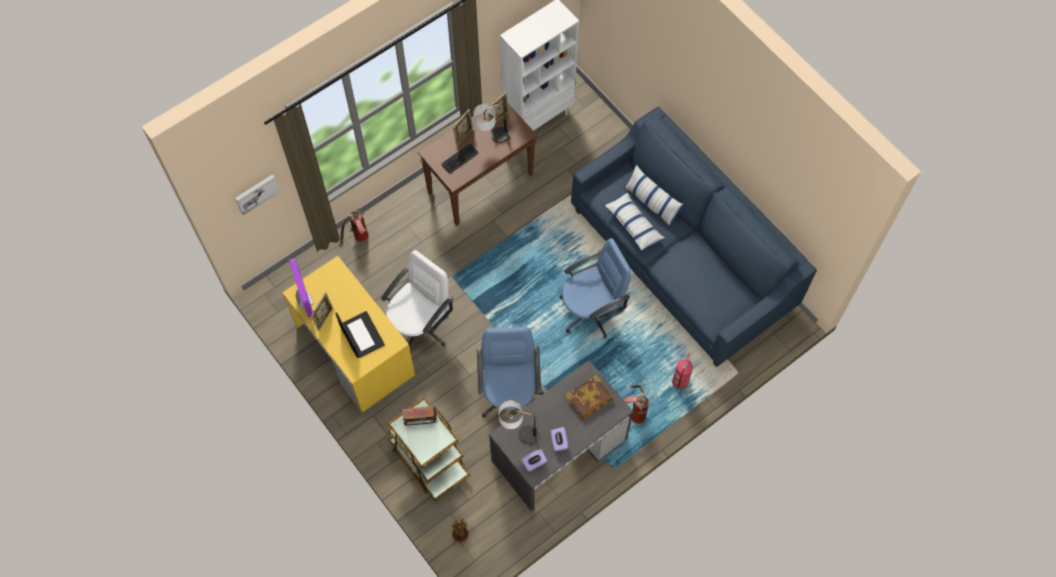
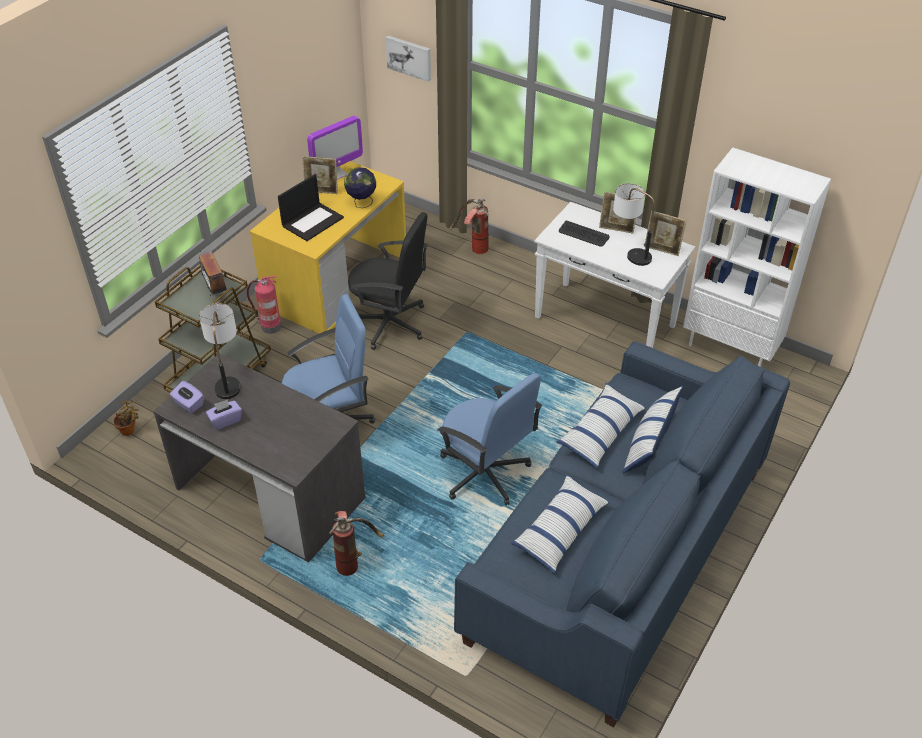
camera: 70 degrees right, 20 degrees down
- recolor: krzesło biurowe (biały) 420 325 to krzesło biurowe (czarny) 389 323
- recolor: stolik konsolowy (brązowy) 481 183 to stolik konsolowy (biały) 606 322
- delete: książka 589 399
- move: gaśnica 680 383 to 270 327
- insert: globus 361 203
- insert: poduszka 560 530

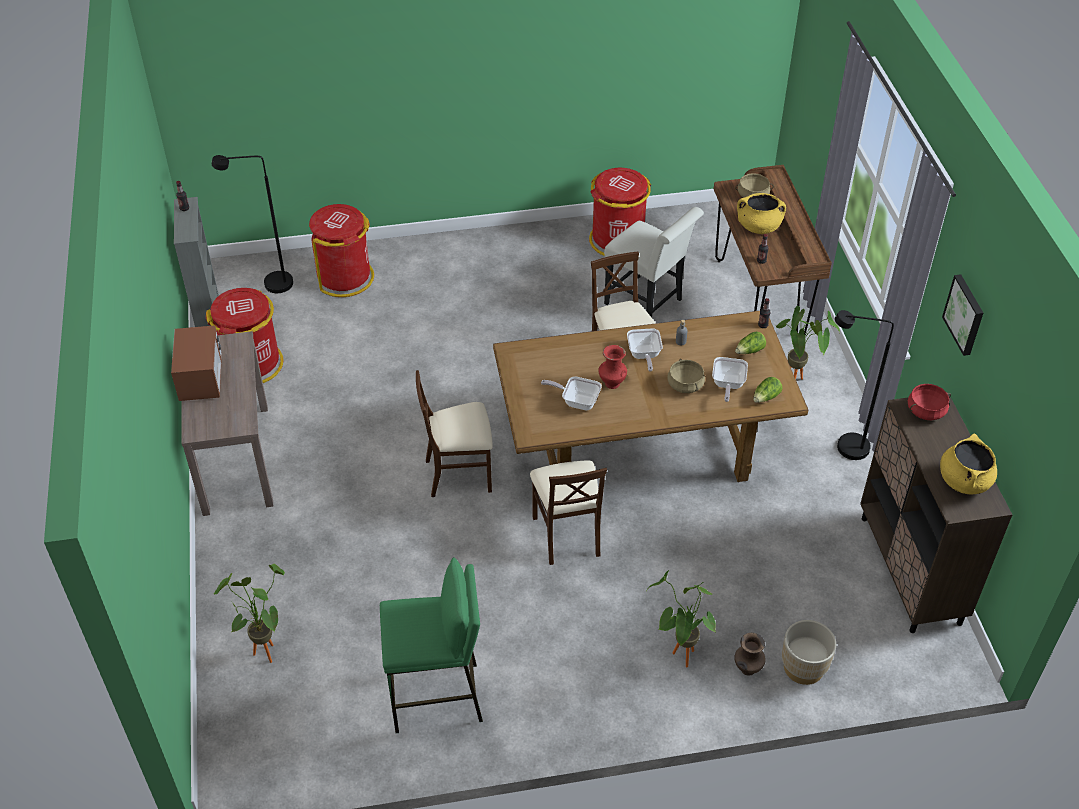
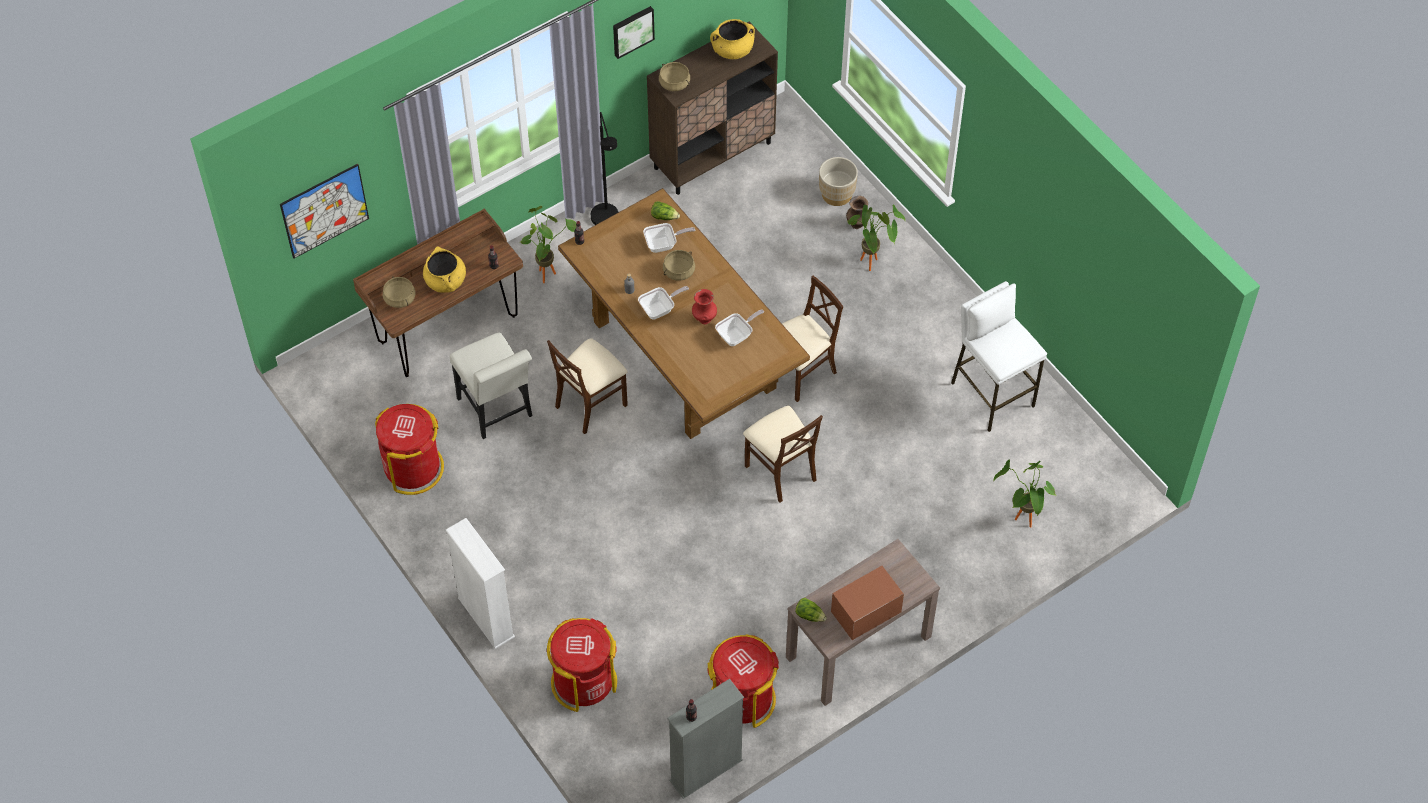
camera: 115 degrees left, 10 degrees up
- delete: lampa stojąca (czarny) 270 285
- recolor: stołek (zielony) 437 697 to stołek (biały) 992 394
- rotate: patelnia 577 401 = 737 335 120 degrees counterclockwise
- rotate: krzesło (biały) 648 304 = 497 411 135 degrees clockwise
- move: sałata 750 351 to 809 615
- recolor: garnek (czerwony) 926 411 to garnek (beżowy) 674 83
- insert: obraz 324 211
- insert: regał (biały) 486 618

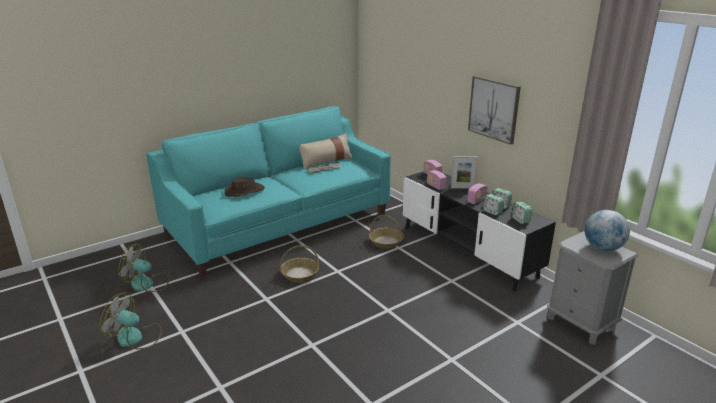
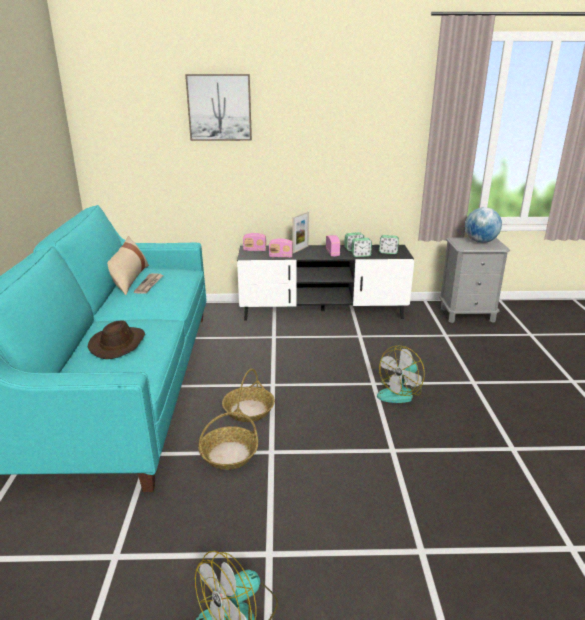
camera: 55 degrees left, 0 degrees up
- move: wentylator 147 284 to 400 392
- move: koszyk 386 242 to 229 454
- move: obraz 494 109 to 219 107

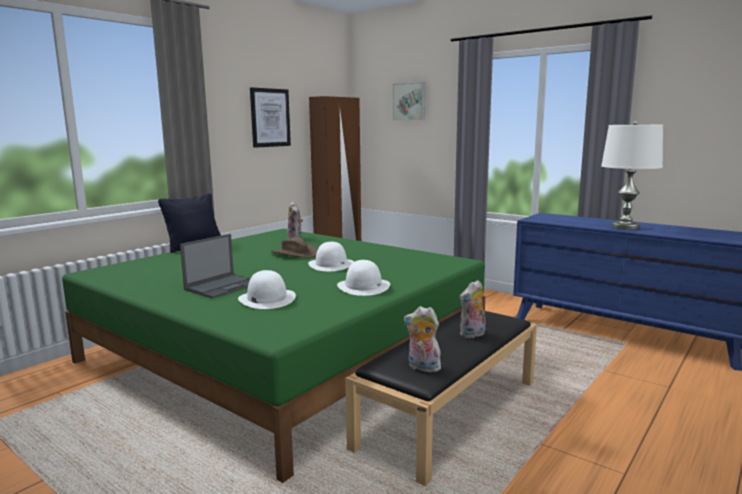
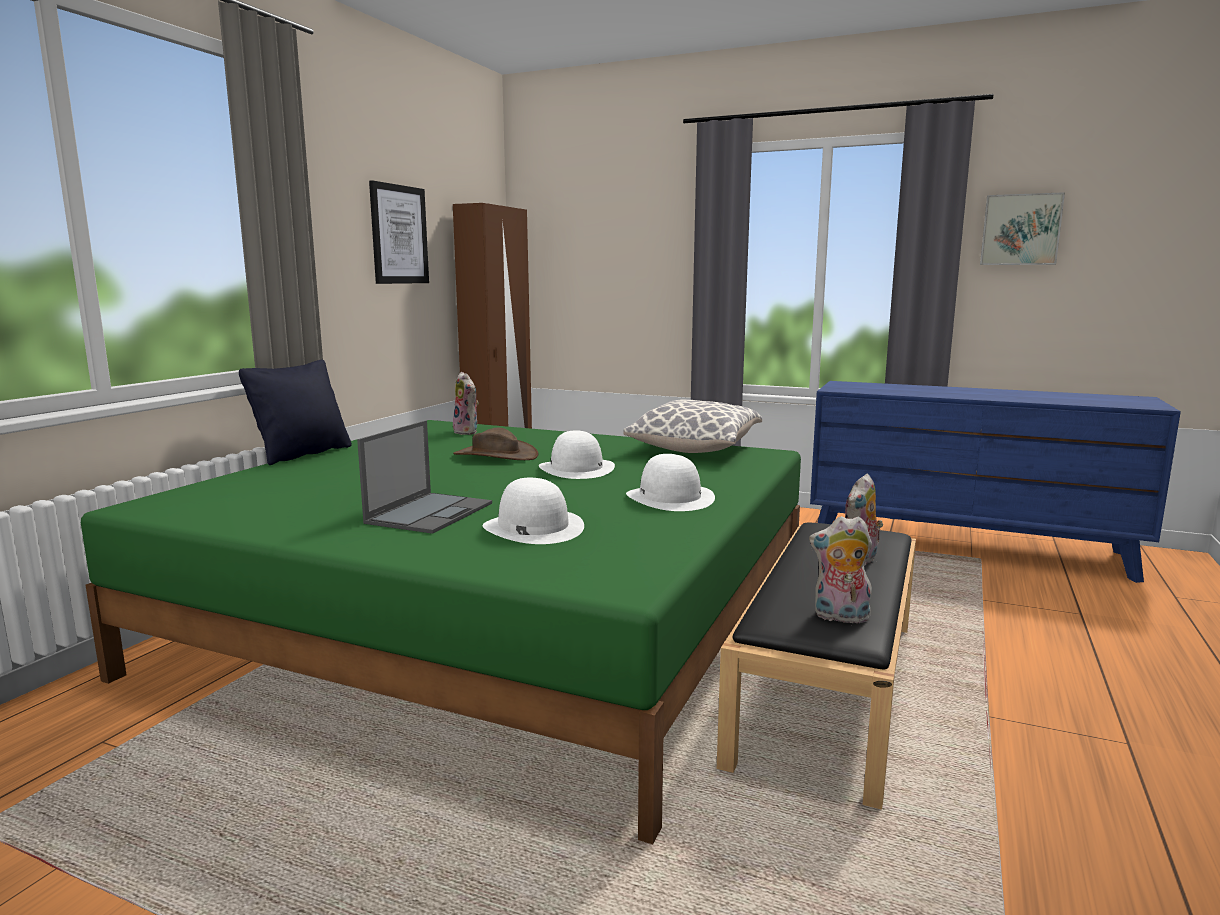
camera: 15 degrees left, 0 degrees up
- move: obraz 409 101 to 1020 230
- delete: lampa stołowa (biały) 625 227
- insert: poduszka 694 449

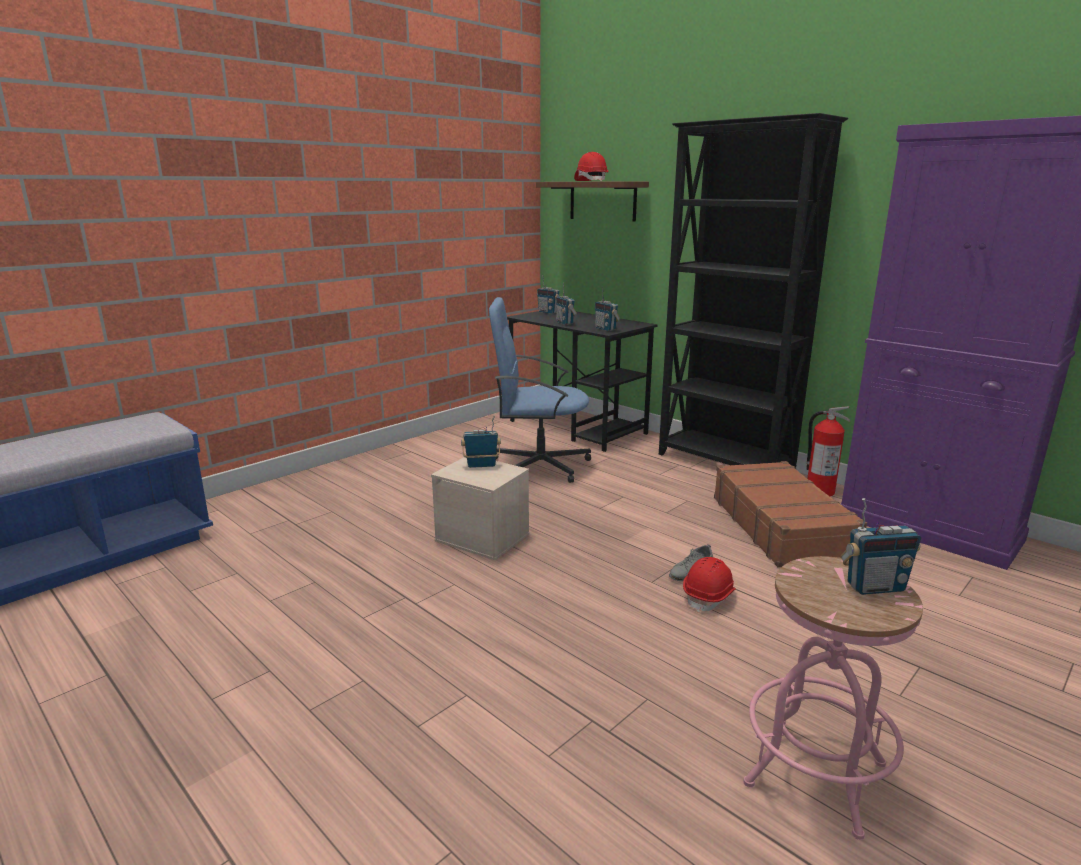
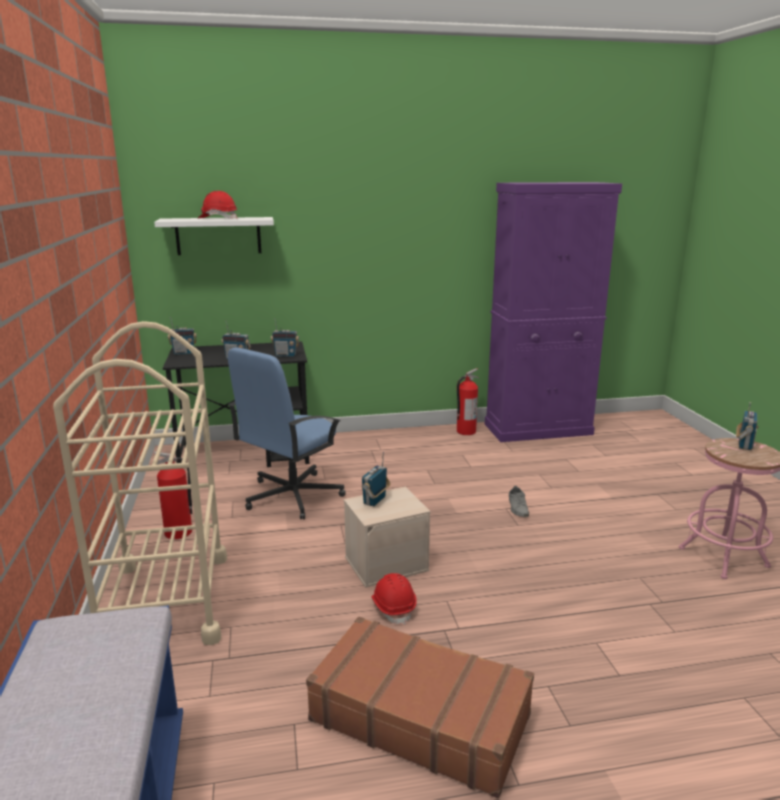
camera: 55 degrees left, 0 degrees up
- recolor: półka (brązowy) 602 201 to półka (biały) 218 236
- delete: regał (czarny) 724 464
- move: kask (czerwony) 709 596 to 393 607
- move: walizka (brązowy) 781 527 to 420 716
- insert: wózek (beżowy) 166 602
- insert: gaśnica 179 533

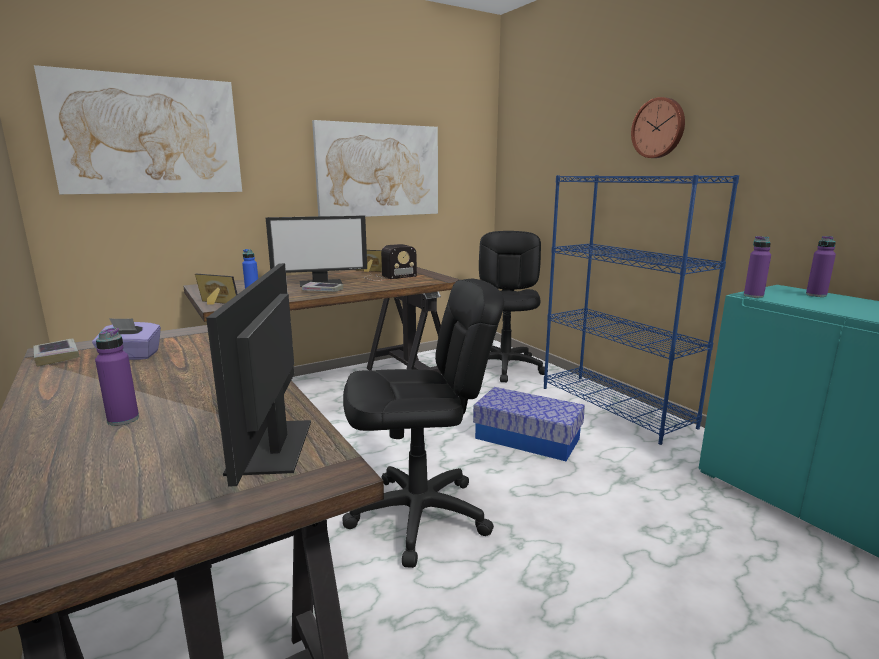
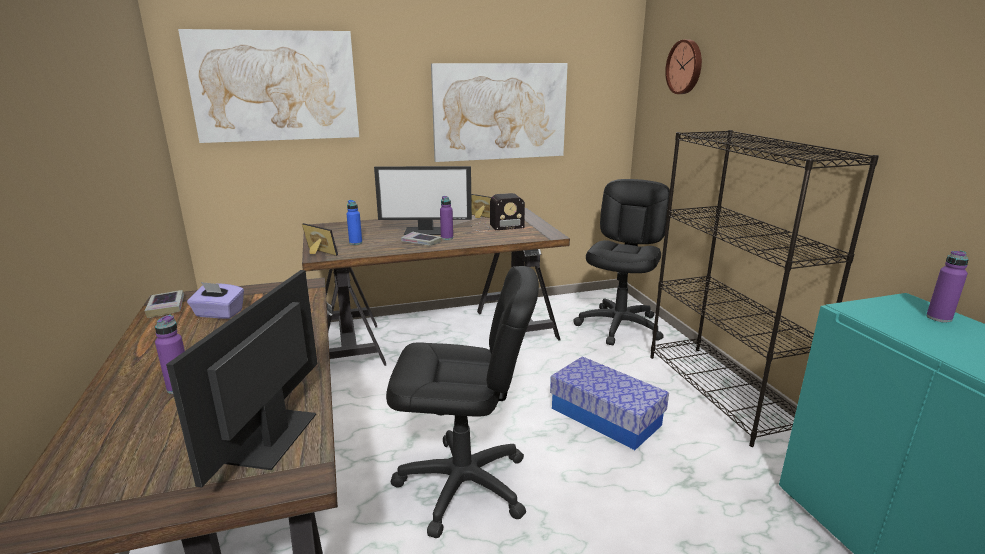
camera: 15 degrees right, 5 degrees up
- recolor: regał (niebieski) 616 407 to regał (czarny) 722 392
- move: zegar ścienny 659 128 to 685 67
- move: butelka (fioletowy) 753 296 to 447 238

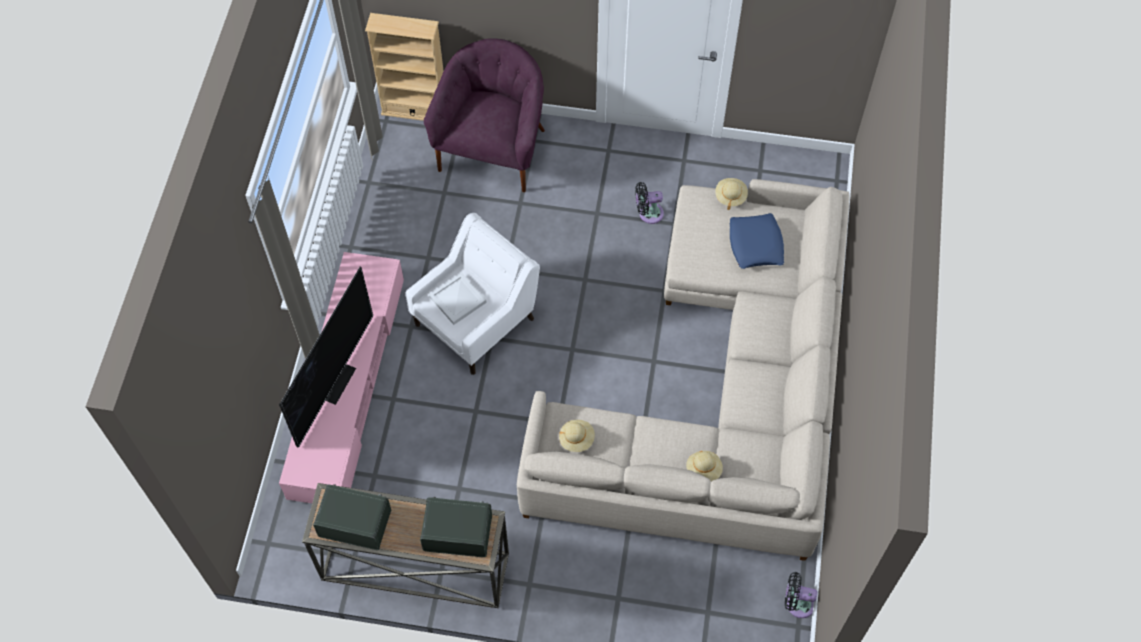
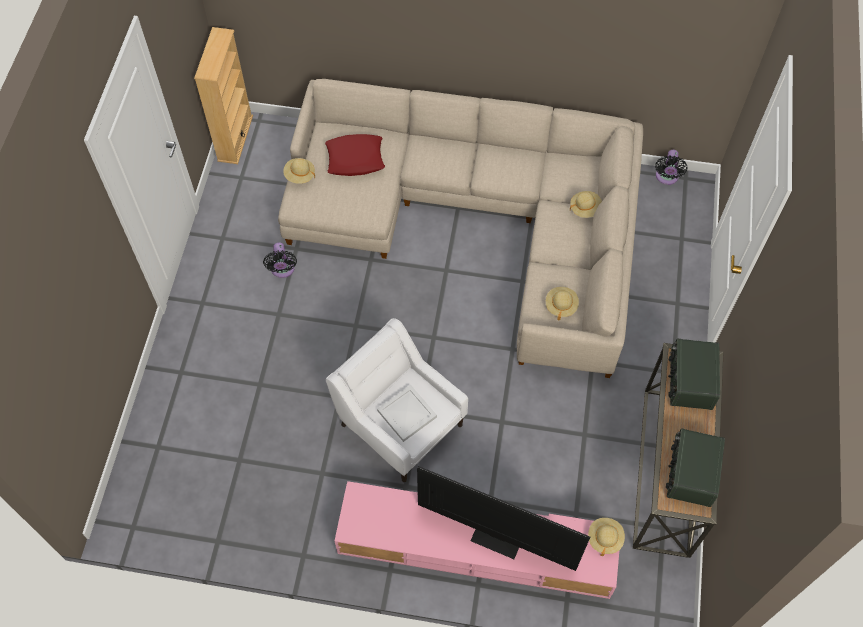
camera: 90 degrees left, 0 degrees up
- move: regał (beżowy) 415 110 to 235 138
- delete: fotel (fioletowy) 493 149
- recolor: poduszka (niebieski) 756 245 to poduszka (czerwony) 355 158
- insert: kapelusz (beżowy) 604 538

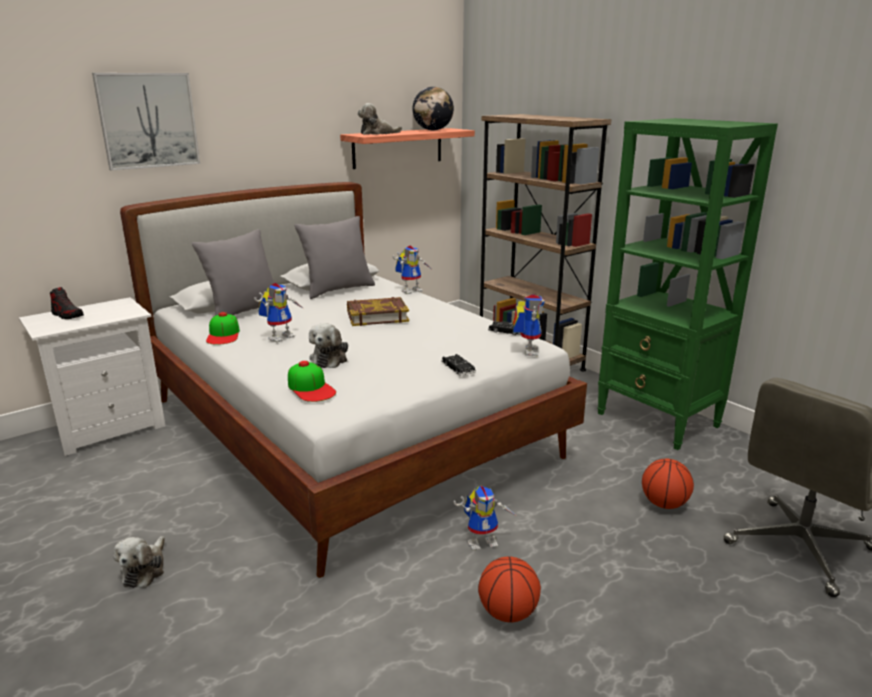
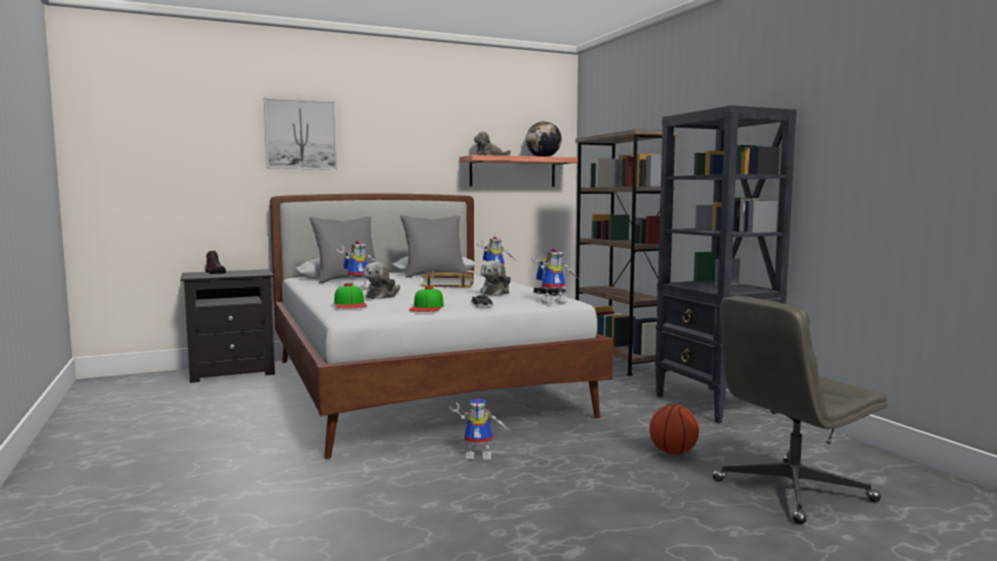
camera: 15 degrees right, 15 degrees down
- recolor: szafka nocna (biały) 109 427 to szafka nocna (czarny) 233 372
- move: pluszak 145 569 to 496 292
- move: czapka z daszkiem 223 334 to 427 307
- delete: piłka do koszykówki 508 613
- rotate: robot zabawkowy 526 350 = 554 302 45 degrees clockwise
- recolor: regał (zielony) 658 420 to regał (czarny) 715 405

